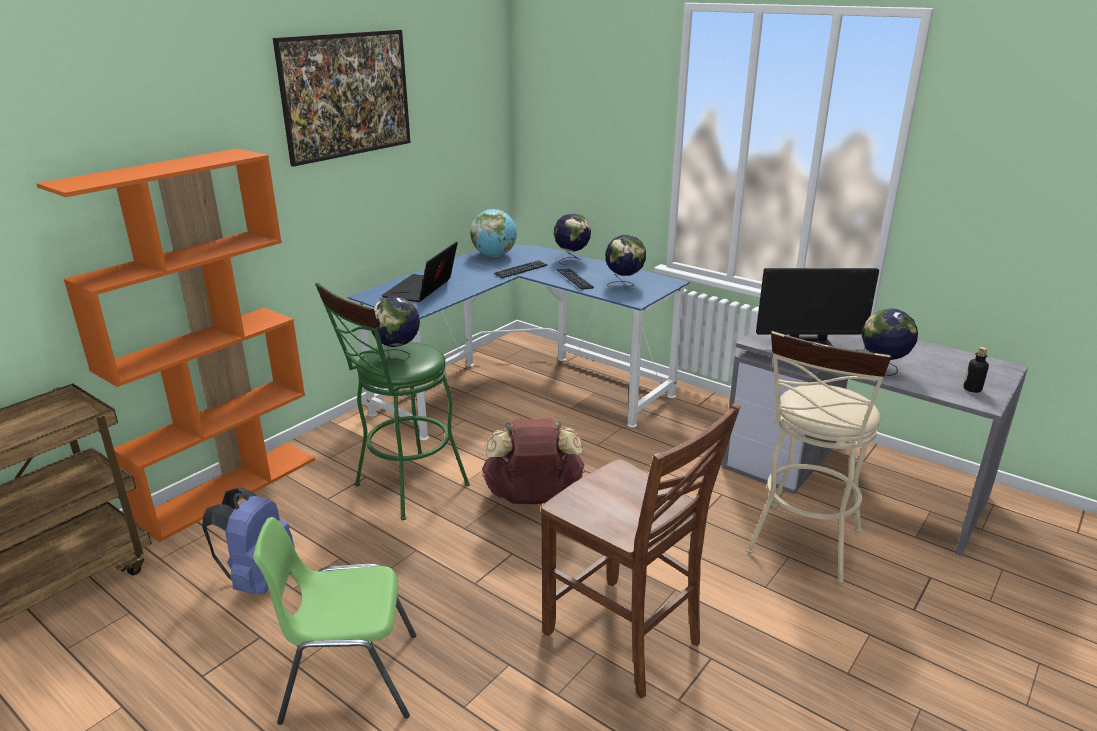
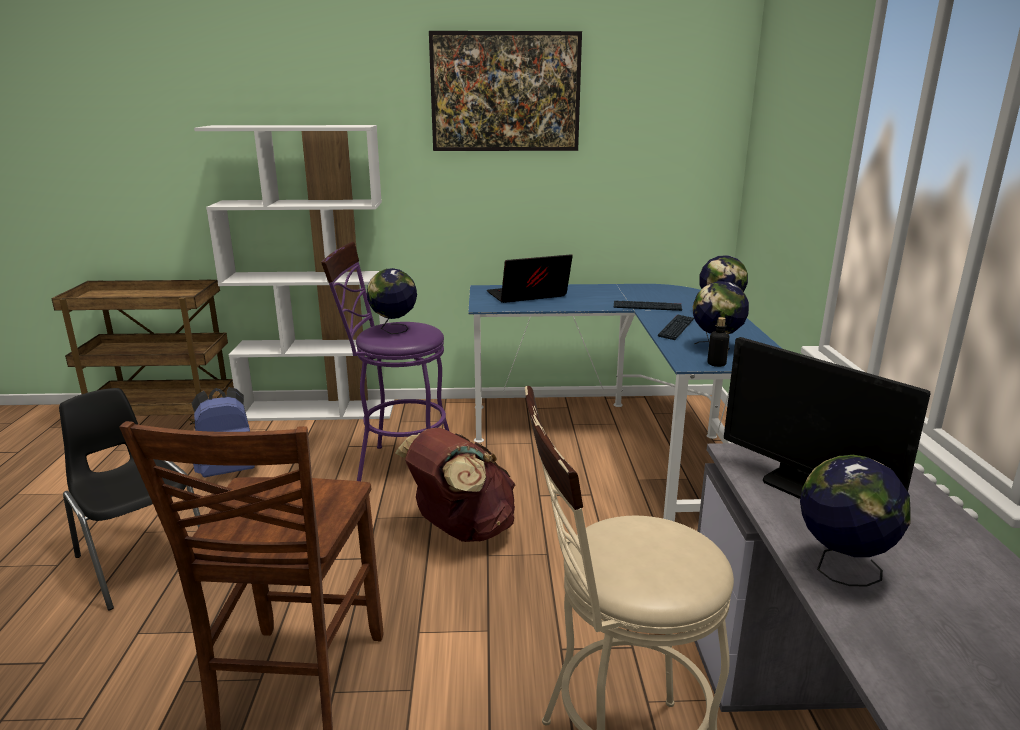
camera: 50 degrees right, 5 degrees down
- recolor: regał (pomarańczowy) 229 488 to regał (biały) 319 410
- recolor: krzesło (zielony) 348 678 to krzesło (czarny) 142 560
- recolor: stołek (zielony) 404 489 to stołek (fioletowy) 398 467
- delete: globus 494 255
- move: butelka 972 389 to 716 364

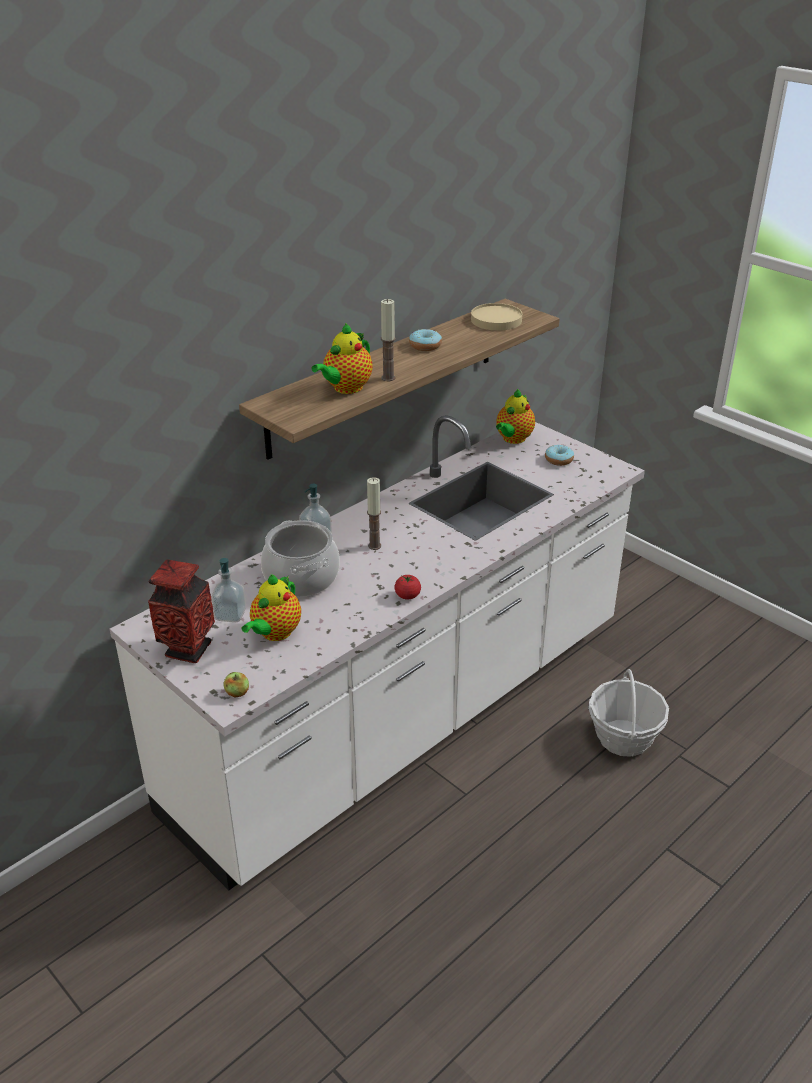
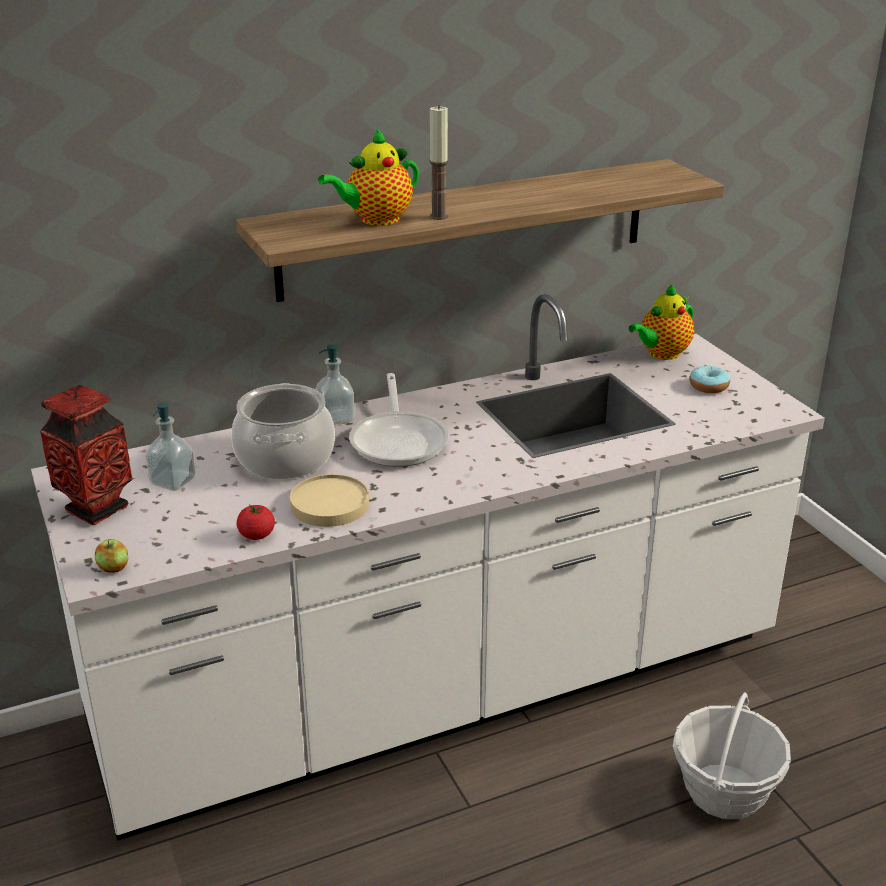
camera: 20 degrees right, 5 degrees down
- delete: imbryk 275 633
- replace: świeca 374 546 to patelnia 399 440
- move: pomidor 407 595 to 256 535
- delete: donut 425 346
- move: talerz (beżowy) 496 320 to 329 504

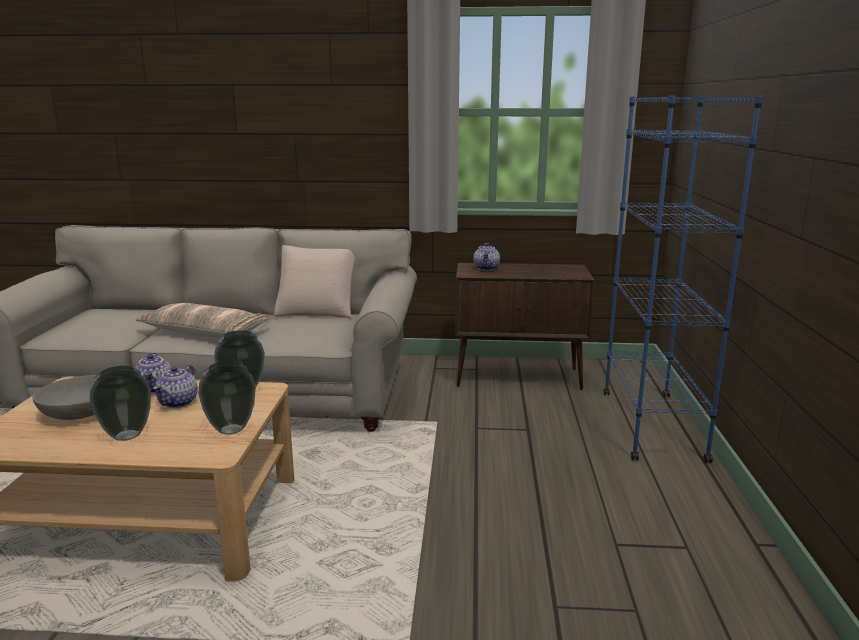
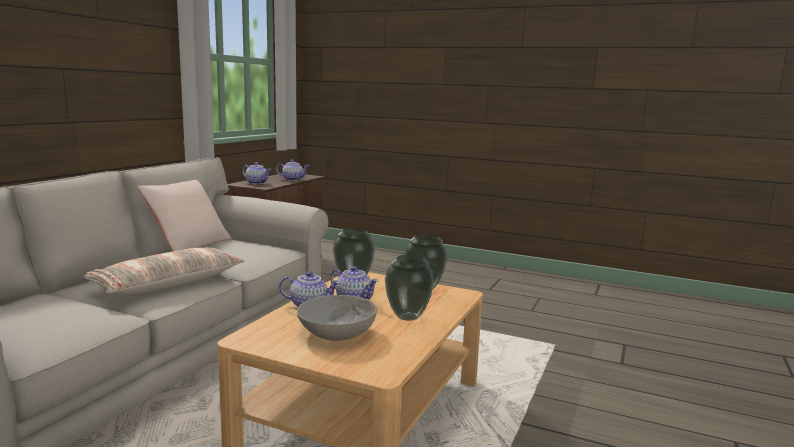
camera: 70 degrees left, 5 degrees down
- delete: regał (niebieski) 651 424
- insert: imbryk 292 179

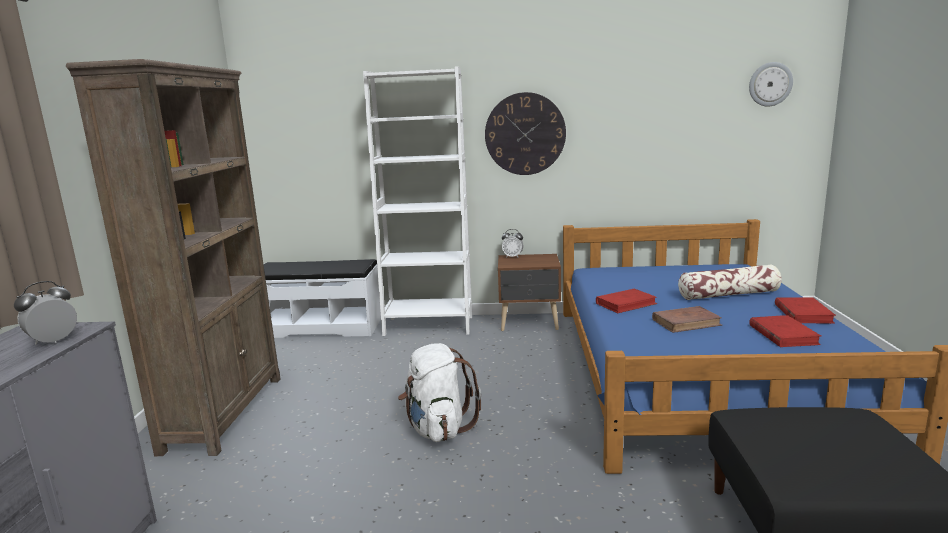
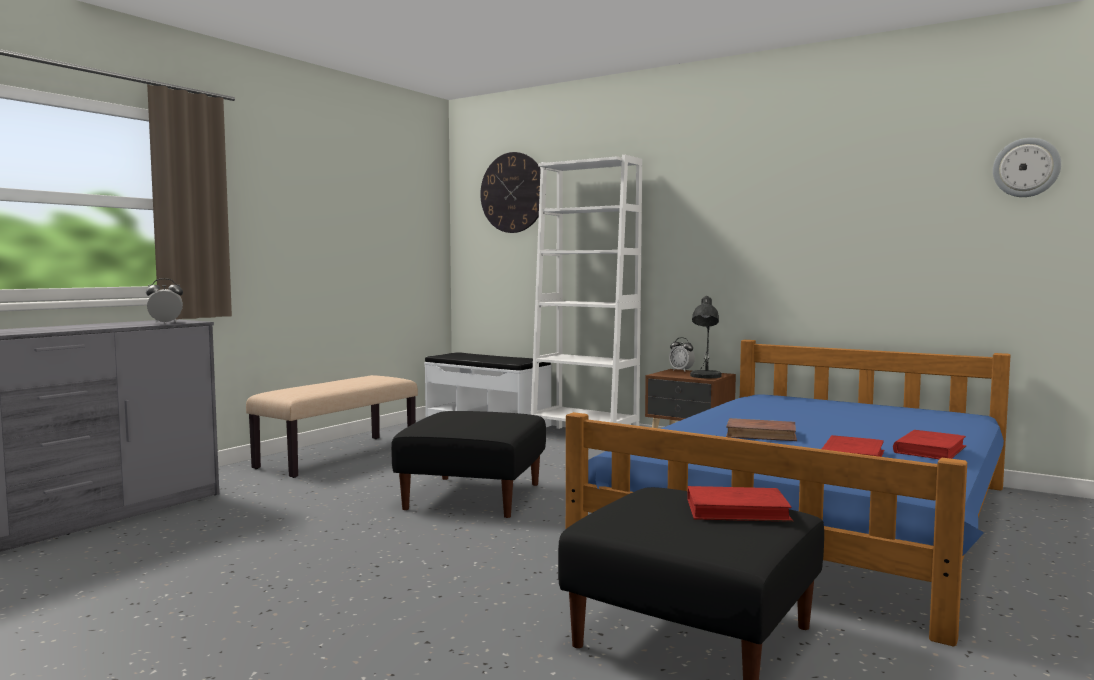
camera: 30 degrees right, 10 degrees down
- replace: regał (brązowy) 225 412 to ławka (beżowy) 338 456
- replace: plecak (biały) 438 428 to pufa (czarny) 474 496
- move: zegar ścienny 525 134 to 513 192
- move: książka (czerwony) 626 304 to 737 510
- delete: poduszka 728 294
- insert: lampa stołowa (szary) 705 377

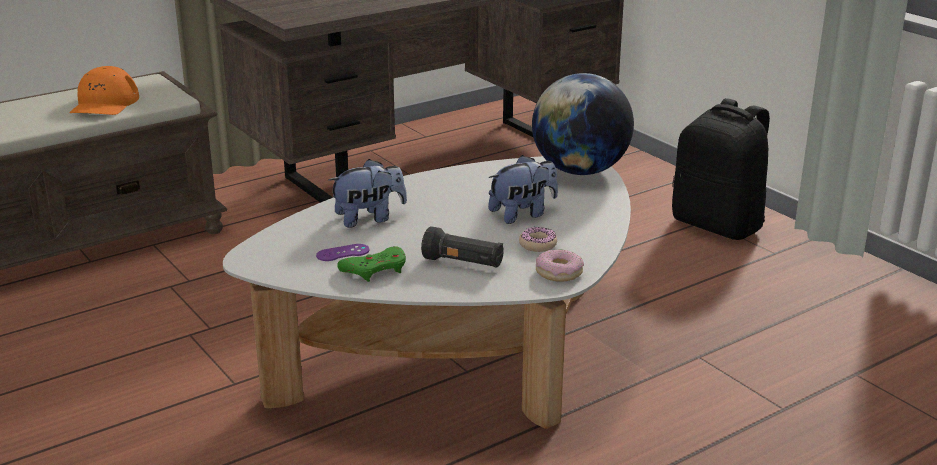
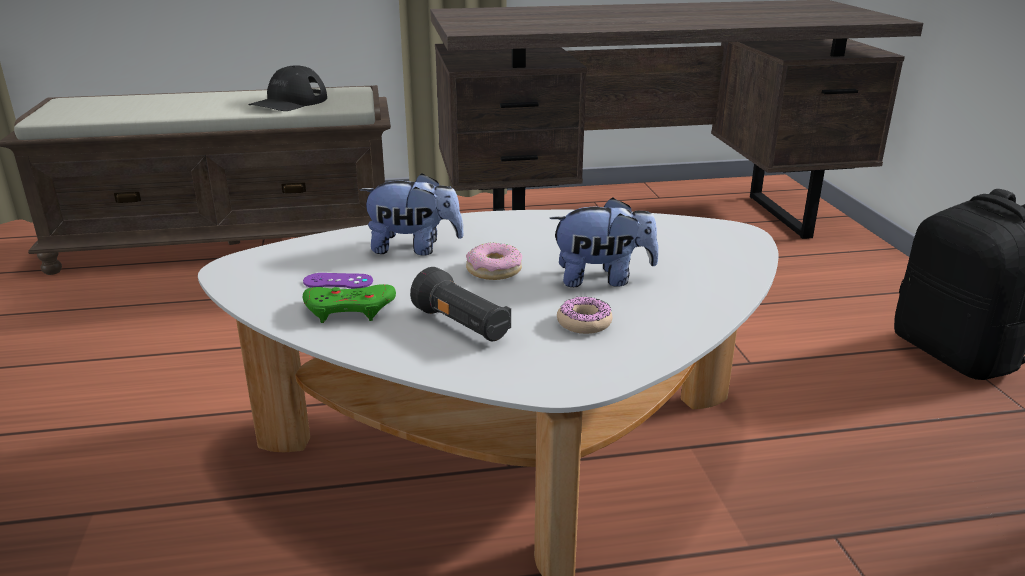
camera: 25 degrees right, 0 degrees up
- recolor: czapka z daszkiem (pomarańczowy) 104 104 to czapka z daszkiem (czarny) 289 102
- delete: globus 580 171
- move: donut 559 272 to 494 270

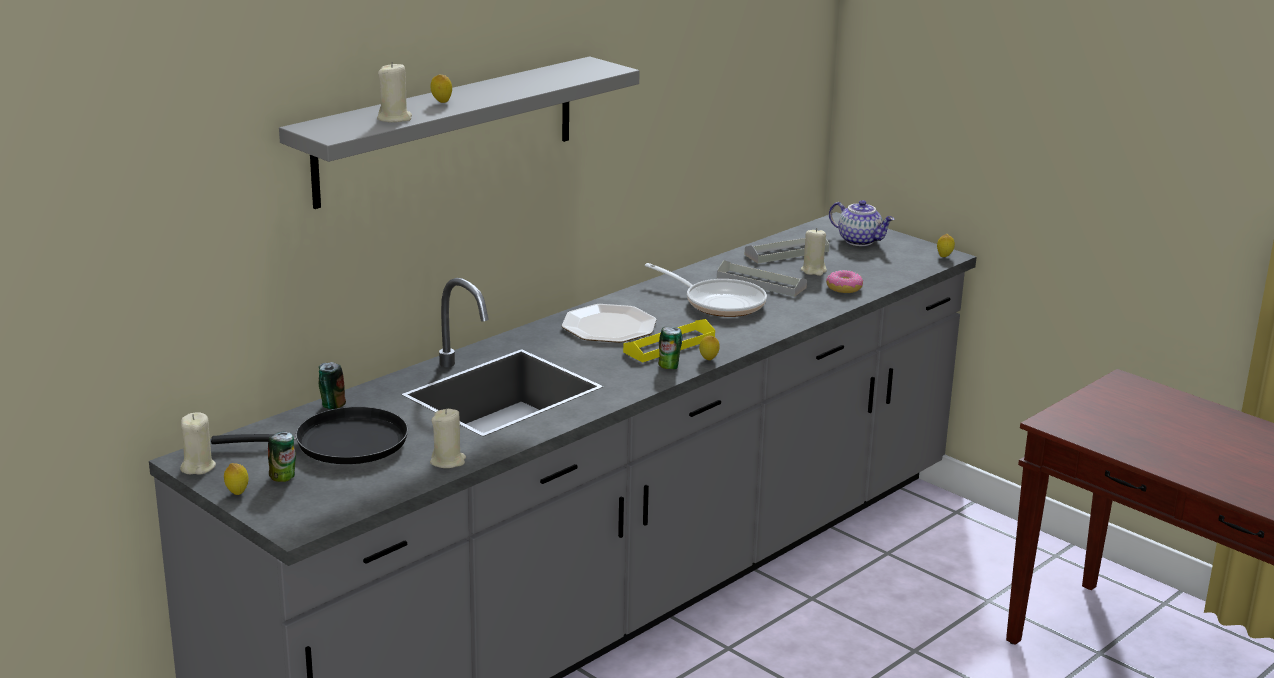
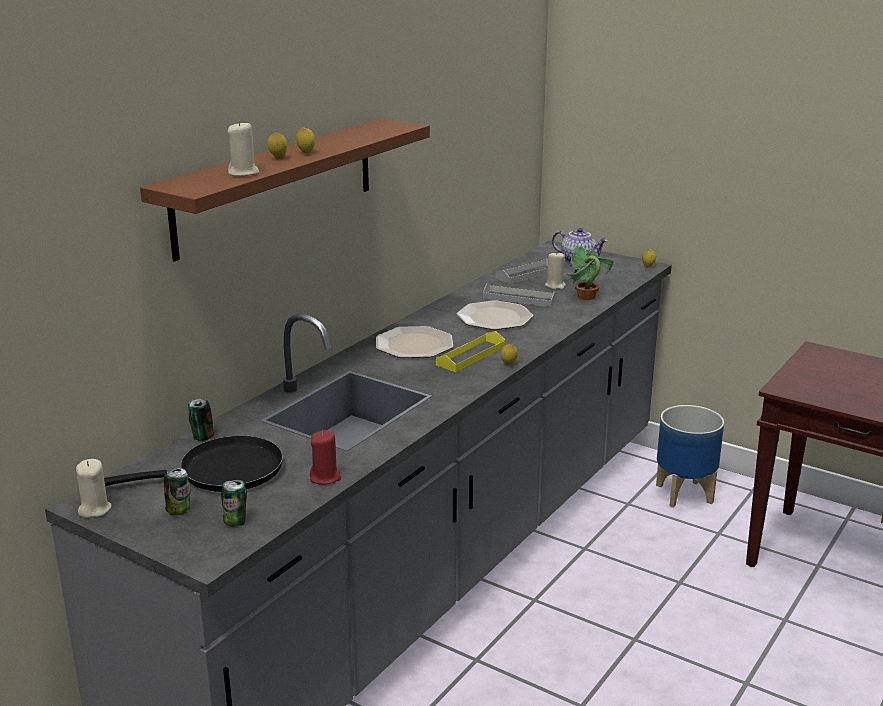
camera: 10 degrees left, 0 degrees up
- move: cytryna 237 493 to 306 153
- recolor: półka (szary) 447 130 to półka (brązowy) 277 185
- recolor: świeca (beżowy) 448 461 to świeca (czerwony) 325 477
- replace: patelnia 719 302 to talerz 494 317
- move: puszka 669 366 to 235 522
- replace: donut 844 288 to roślina doniczkowa 586 297
- insert: donica 685 493

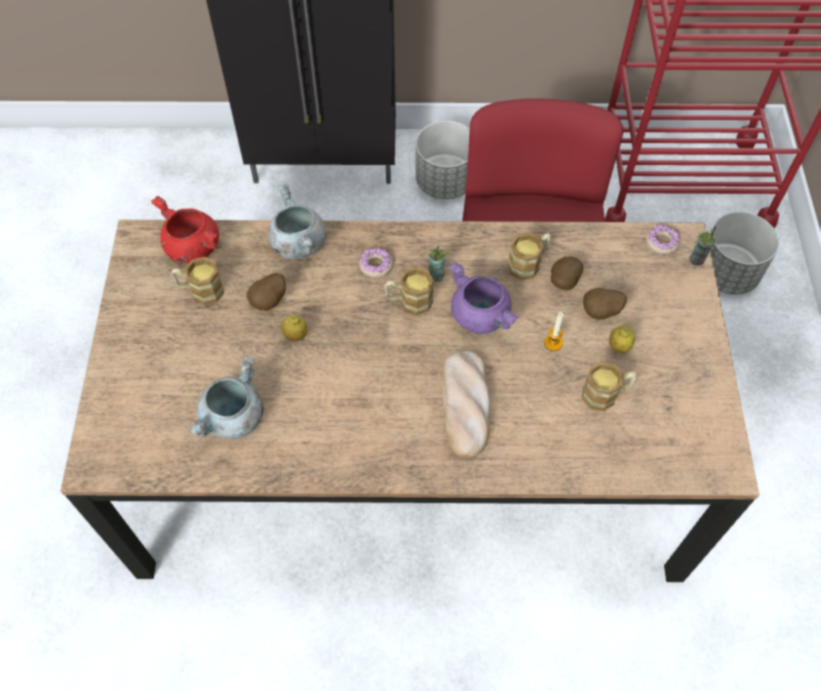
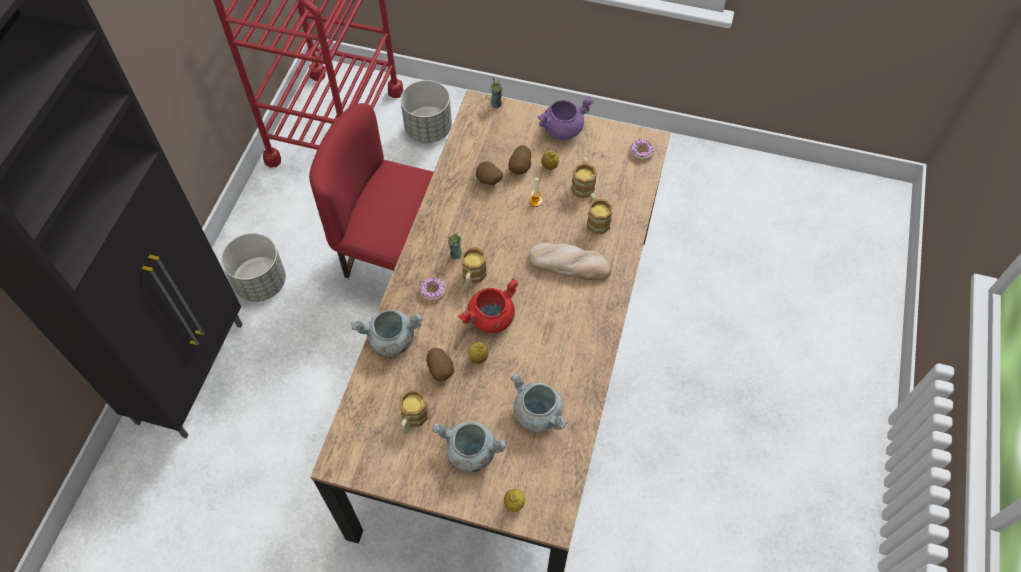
camera: 75 degrees left, 0 degrees up
- move: garnek (czerwony) 192 247 to 490 319
- move: garnek (fioletowy) 481 316 to 562 129
- move: kubek 529 263 to 596 220
- move: donut 662 243 to 641 152
- insert: garnek (szary) 470 452
- insert: cytryna 514 504

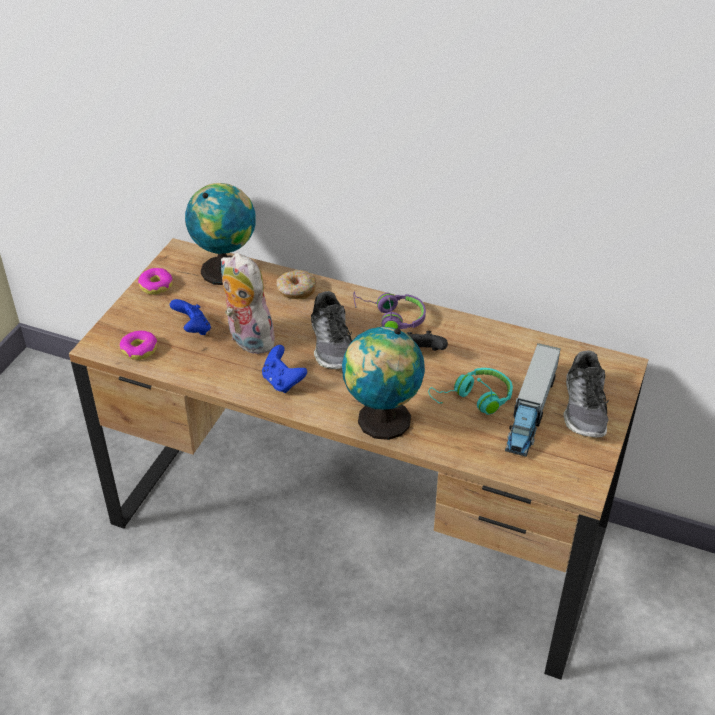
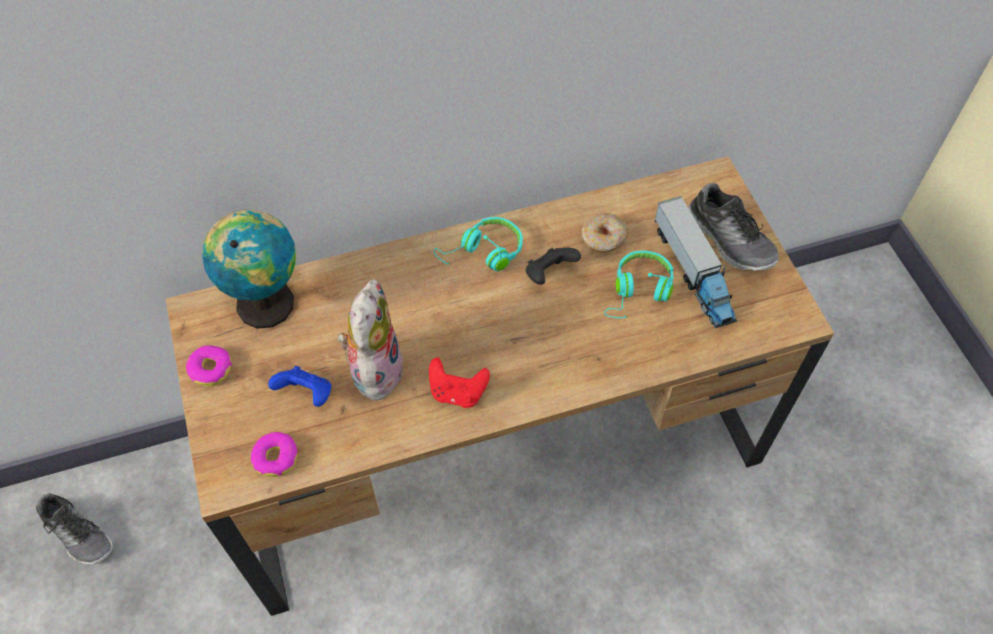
camera: 40 degrees left, 15 degrees up
- rotate: pluszak 247 339 = 374 369 90 degrees clockwise
- recolor: pad do gier (niebieski) 282 382 to pad do gier (czerwony) 457 392
- move: donut 296 290 to 603 238
- move: but 332 345 to 79 534
- delete: globus 381 422
- recolor: słuchawki (fioletowy) 390 318 to słuchawki (turkusowy) 483 253

